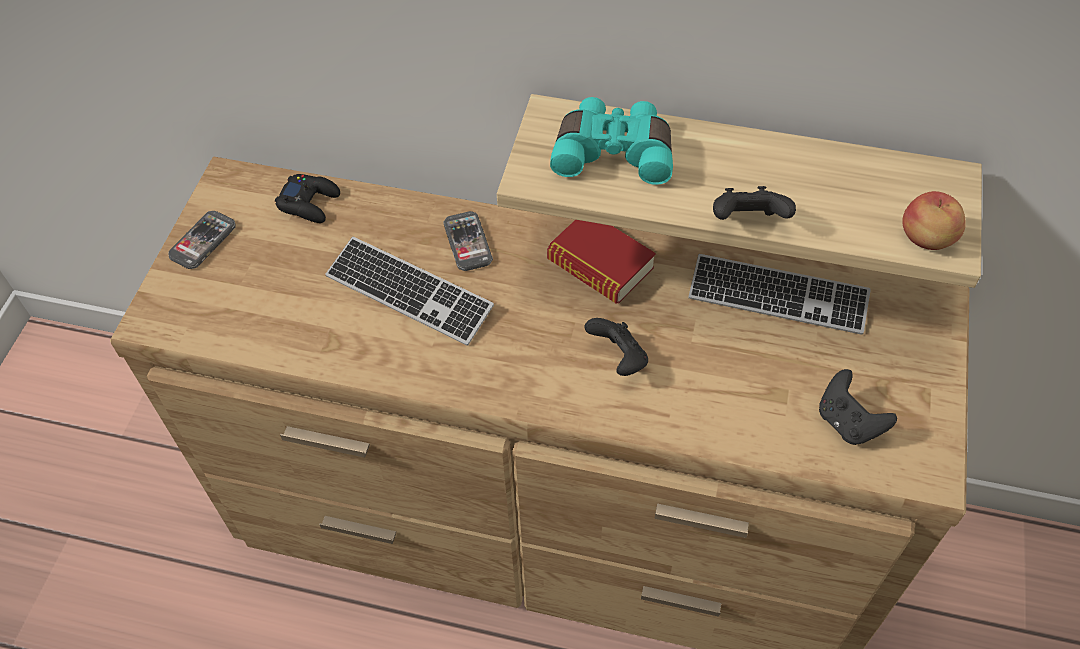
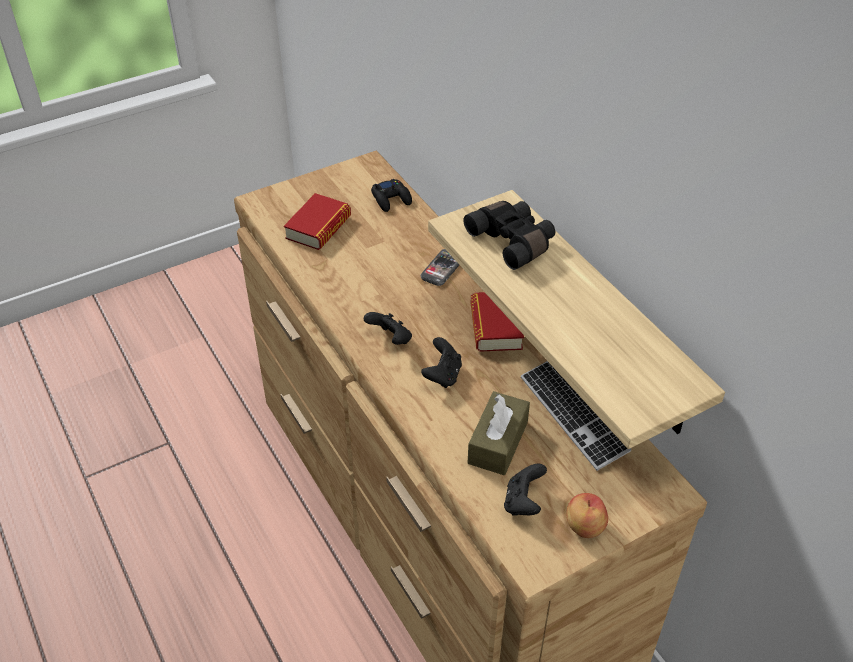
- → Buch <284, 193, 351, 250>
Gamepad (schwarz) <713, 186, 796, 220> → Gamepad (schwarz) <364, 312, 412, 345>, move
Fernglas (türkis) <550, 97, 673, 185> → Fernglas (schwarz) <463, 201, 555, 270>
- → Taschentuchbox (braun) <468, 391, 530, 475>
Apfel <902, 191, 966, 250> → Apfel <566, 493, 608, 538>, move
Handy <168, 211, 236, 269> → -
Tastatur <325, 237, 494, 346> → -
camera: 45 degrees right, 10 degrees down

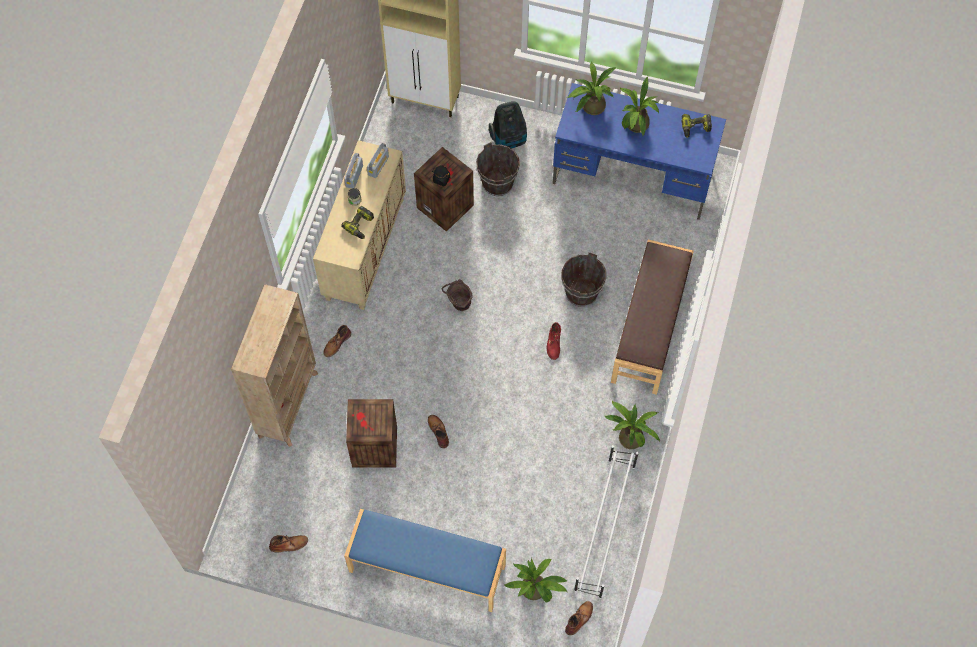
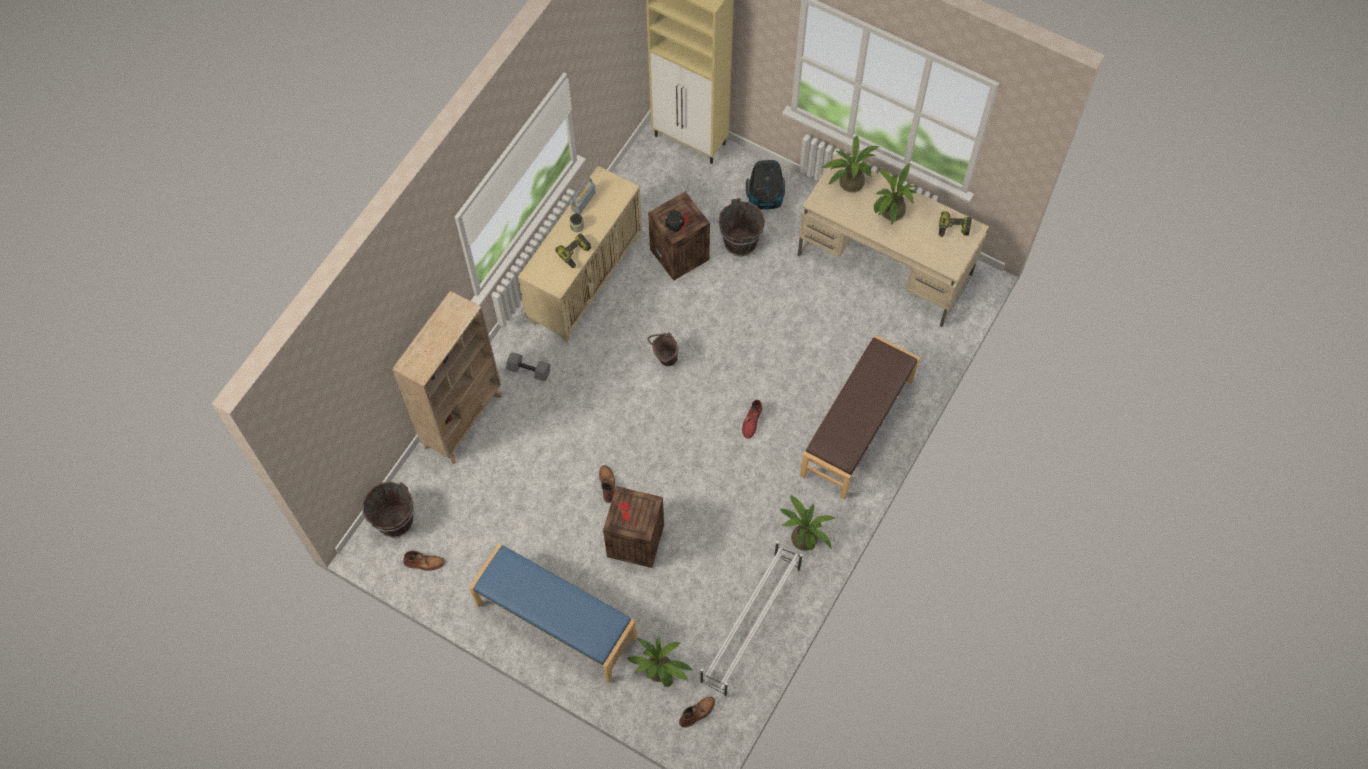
Eimer (braun) <561, 252, 606, 307> → Eimer (braun) <362, 482, 414, 538>, move
Stiefel (braun) <323, 325, 351, 357> → Hantel (grau) <506, 352, 550, 381>
Kiste <346, 399, 397, 468> → Kiste <603, 486, 664, 568>, move
Schreibtisch (blau) <553, 83, 726, 220> → Schreibtisch (beige) <798, 154, 989, 327>
Radio <367, 143, 389, 178> → -
camera: 15 degrees right, 0 degrees up

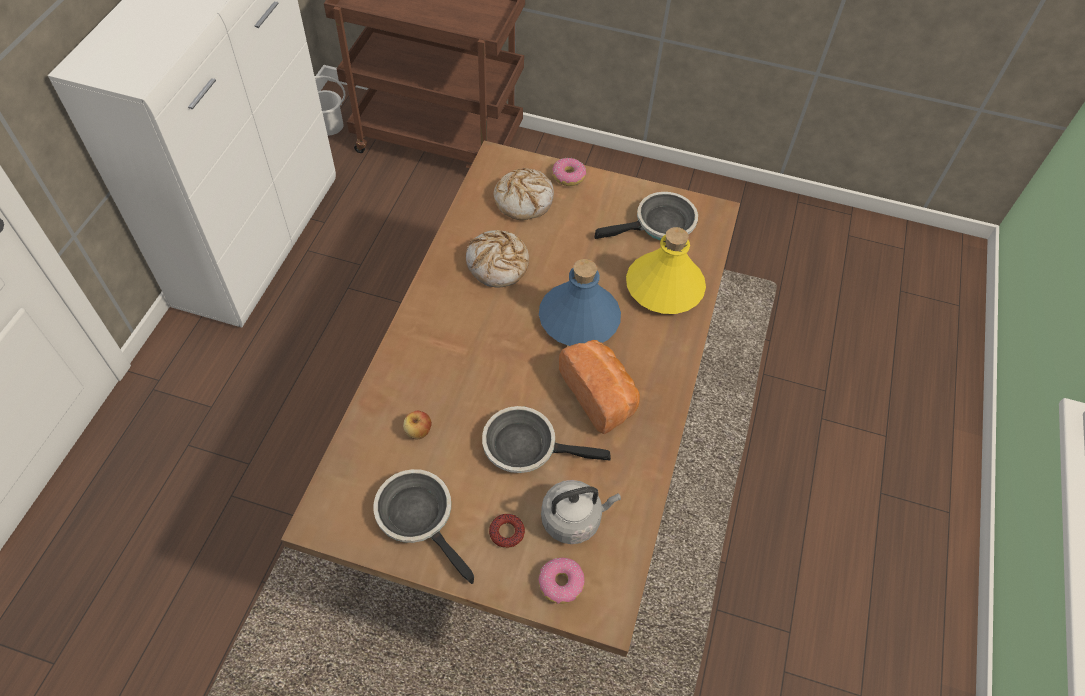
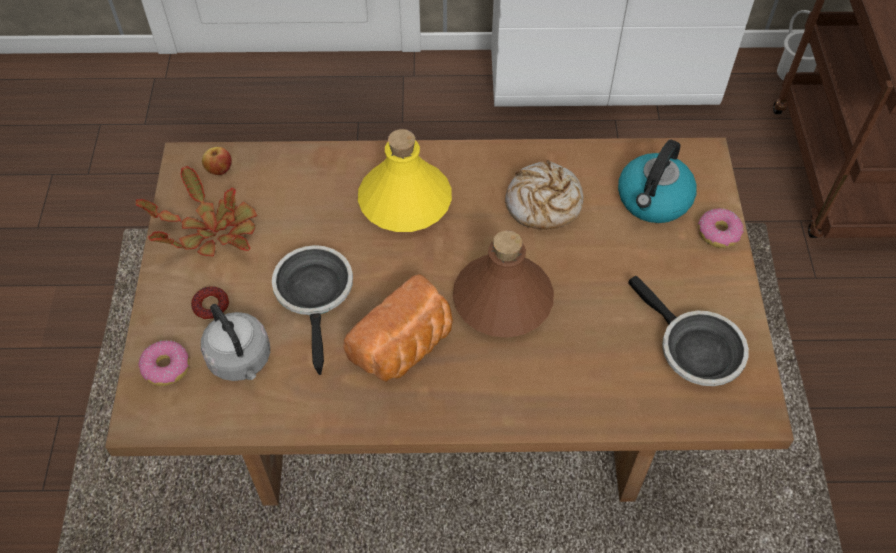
Pfanne <374, 469, 474, 584> → Topfpflanze <136, 166, 257, 257>
Apfel <403, 411, 432, 439> → Apfel <202, 147, 232, 175>, move
Flasche (gelb) <626, 227, 706, 314> → Flasche (gelb) <358, 129, 452, 232>, move
Flasche (blau) <539, 259, 621, 346> → Flasche (braun) <453, 231, 554, 338>
Brot <493, 168, 554, 220> → Wasserkessel <618, 139, 697, 223>
camera: 75 degrees right, 0 degrees up

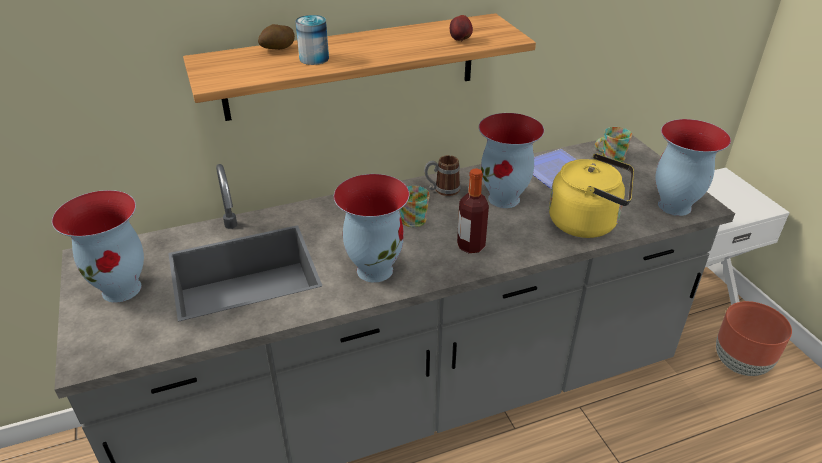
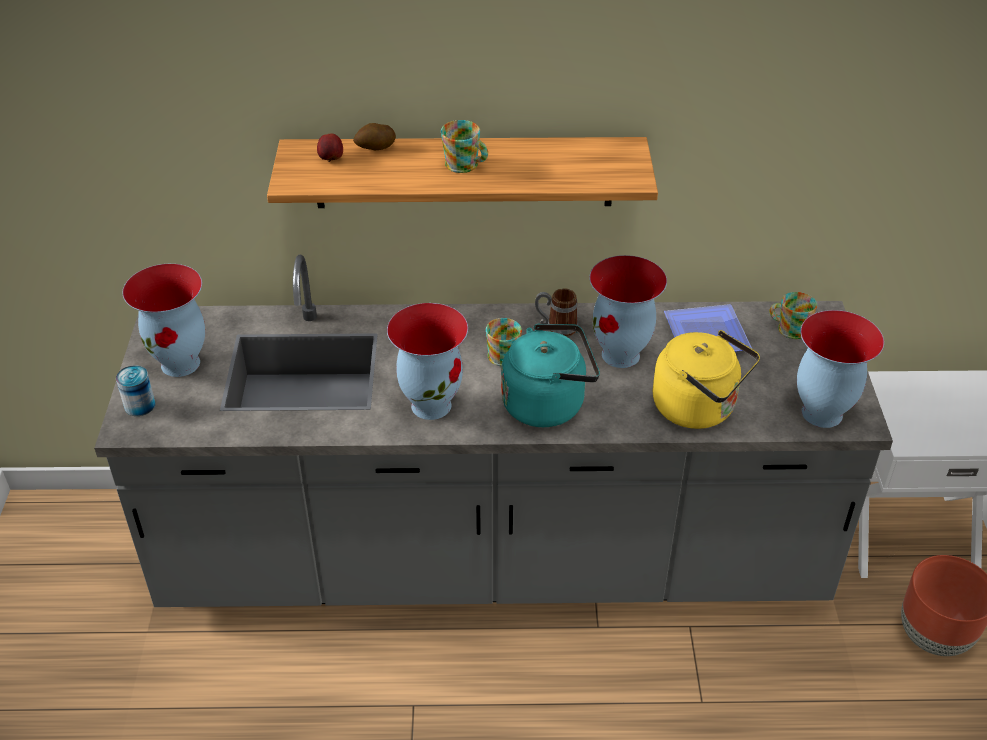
Dose <295, 15, 329, 65> → Dose <116, 365, 155, 416>, move
Apfel <450, 15, 473, 42> → Apfel <317, 134, 343, 162>, move
- → Henkelbecher <441, 120, 488, 173>
Flasche <457, 168, 489, 253> → Wasserkessel (türkis) <501, 324, 600, 427>
camera: 20 degrees right, 5 degrees up

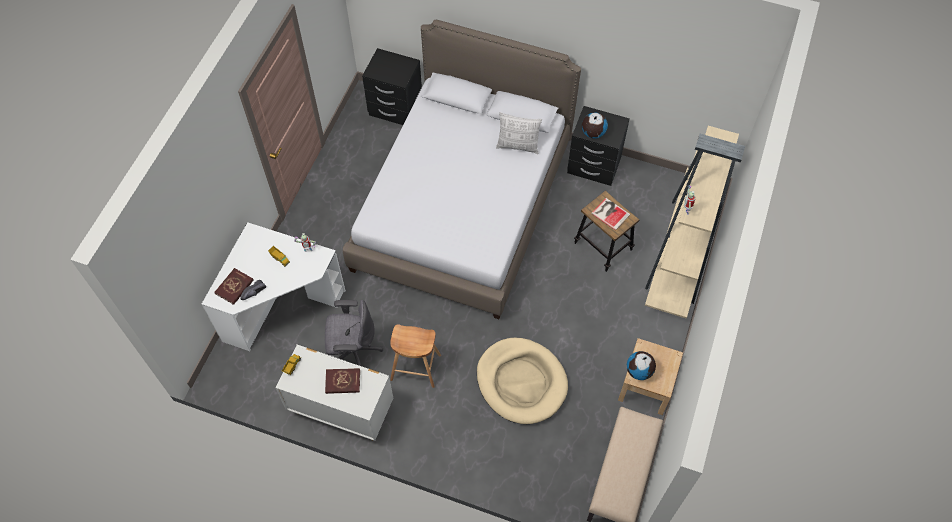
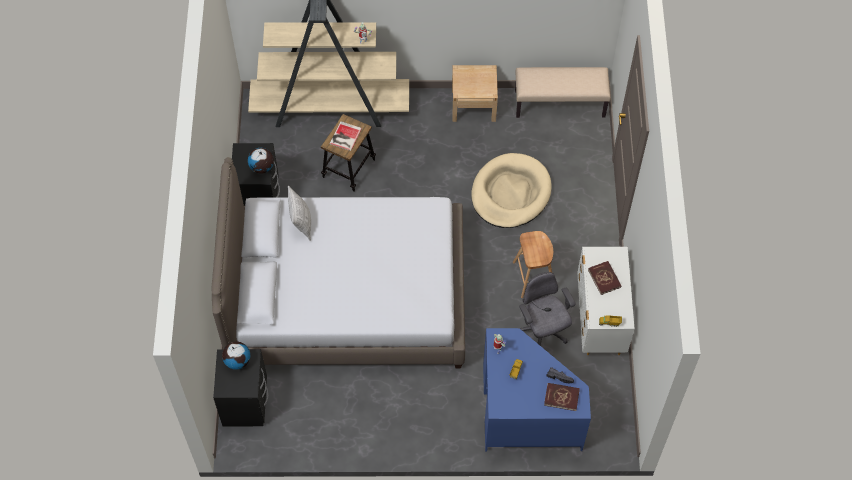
Globus <627, 351, 656, 380> → Globus <222, 342, 250, 370>, move
Schreibtisch (weiß) <202, 222, 346, 351> → Schreibtisch (blau) <483, 328, 591, 451>
camera: 110 degrees left, 0 degrees up

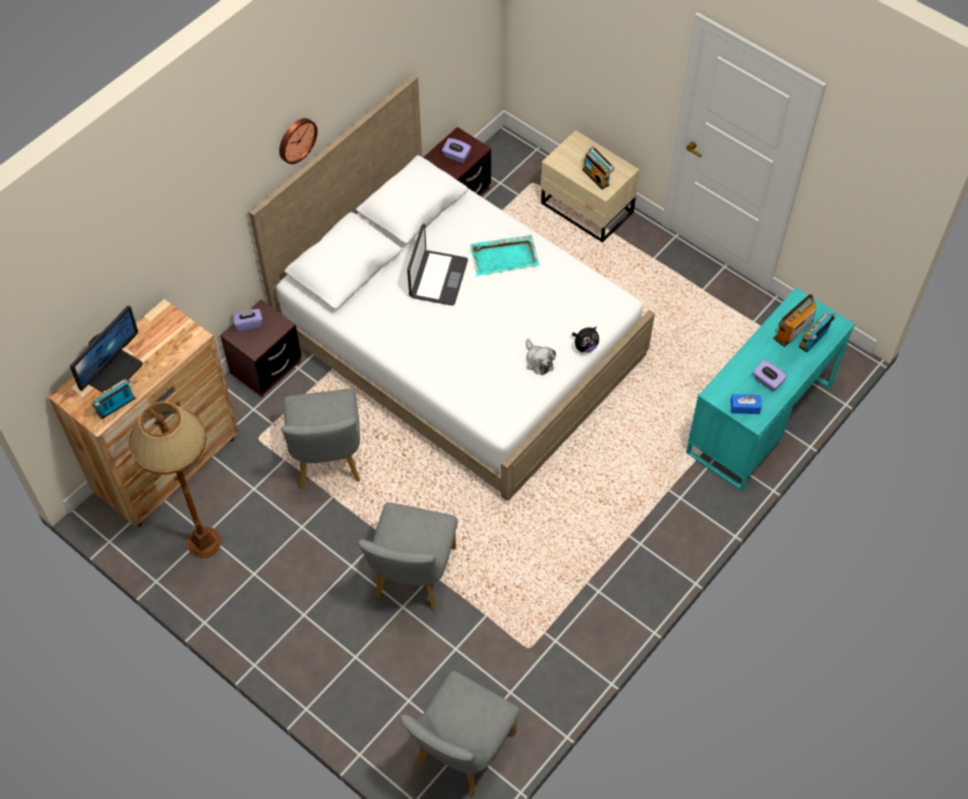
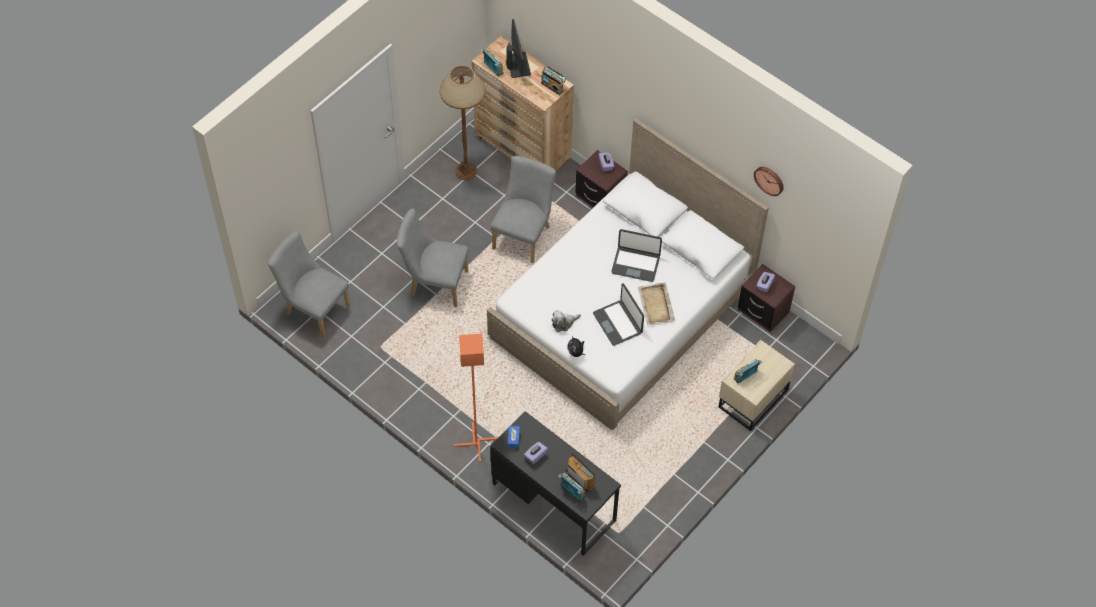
- → Stehlampe (orange) <454, 334, 498, 462>
Stuhl (grau) <281, 389, 360, 489> → Stuhl (grau) <490, 156, 556, 263>, 120 degrees clockwise
Schreibtisch (türkis) <686, 288, 855, 491> → Schreibtisch (schwarz) <490, 411, 621, 556>
Monitor <70, 306, 143, 392> → Monitor <506, 19, 531, 78>, 135 degrees counterclockwise
- → Radio <541, 65, 566, 95>
- → Laptop <593, 283, 644, 346>
Tablett (türkis) <470, 235, 540, 276> → Tablett (beige) <637, 282, 675, 325>
Wanduhr <279, 118, 318, 164> → Wanduhr <754, 167, 784, 196>, move
camera: 90 degrees right, 0 degrees up

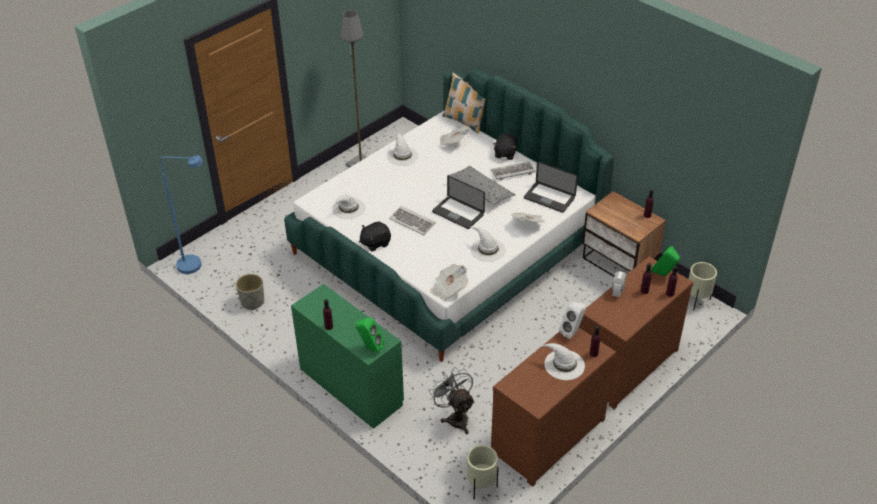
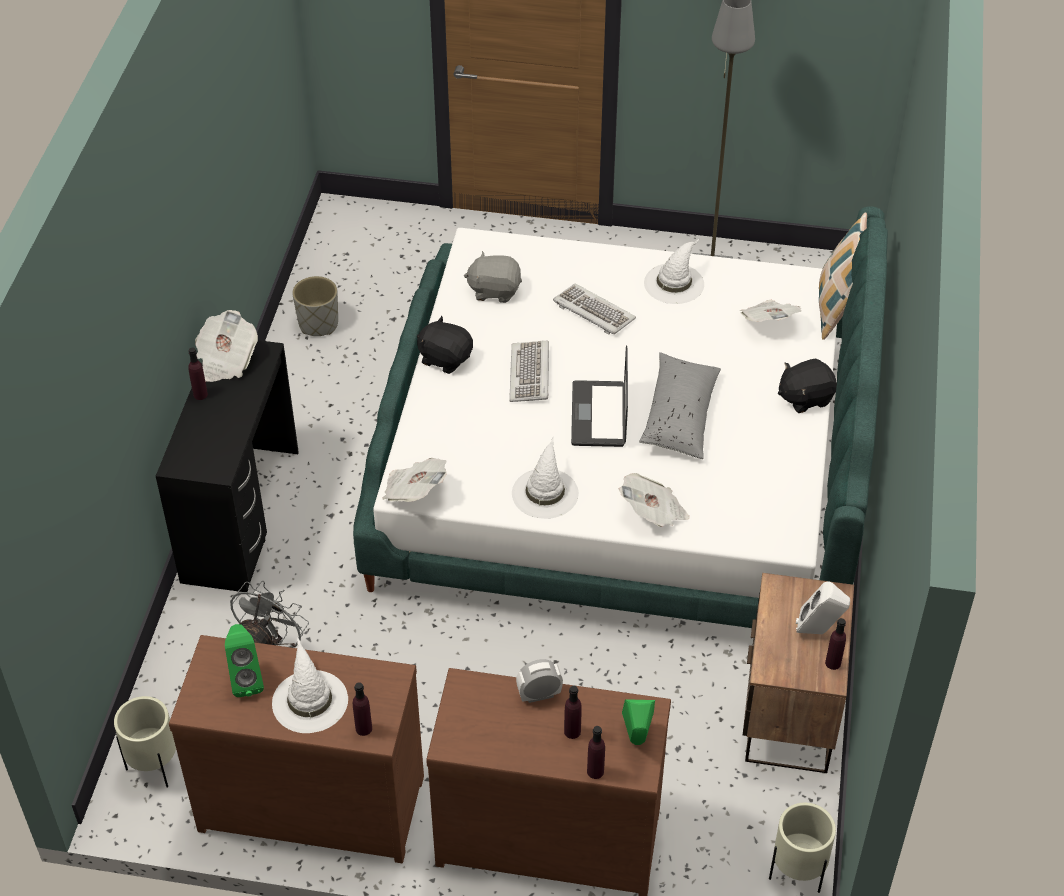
Schreibtisch (grün) <291, 284, 404, 429> → Schreibtisch (schwarz) <156, 340, 299, 592>
- → Zeitung <195, 310, 258, 382>
Lautsprecher (grün) <356, 317, 384, 353> → Lautsprecher (grün) <225, 624, 264, 697>, move
Hut (weiß) <331, 194, 366, 219> → Plüschtier (grau) <464, 251, 522, 303>
Tastatur <491, 162, 536, 181> → Tastatur <553, 283, 636, 335>, move
Lautsprecher (weiß) <559, 302, 586, 339> → Lautsprecher (weiß) <796, 581, 850, 634>, move
Stehlampe (blau) <160, 155, 203, 274> → -
Laptop <524, 161, 578, 213> → -
camera: 55 degrees right, 5 degrees up

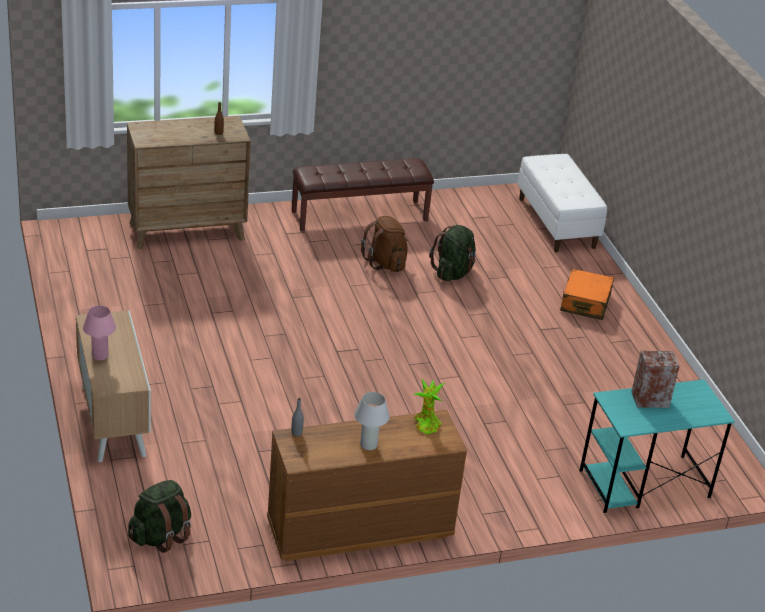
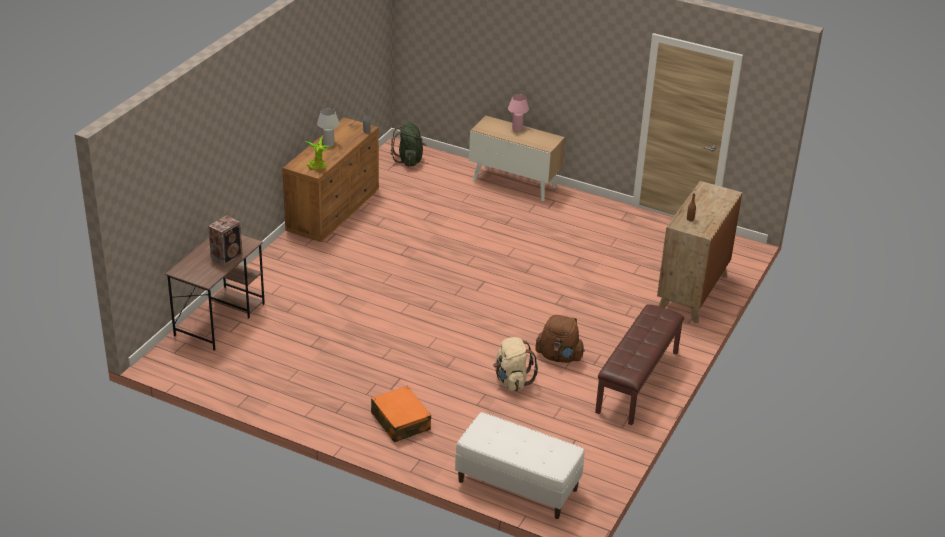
Schreibtisch (türkis) <579, 379, 735, 513> → Schreibtisch (braun) <165, 235, 265, 351>
Rucksack (grün) <429, 225, 476, 281> → Rucksack (beige) <493, 337, 538, 391>
camera: 135 degrees right, 0 degrees up

